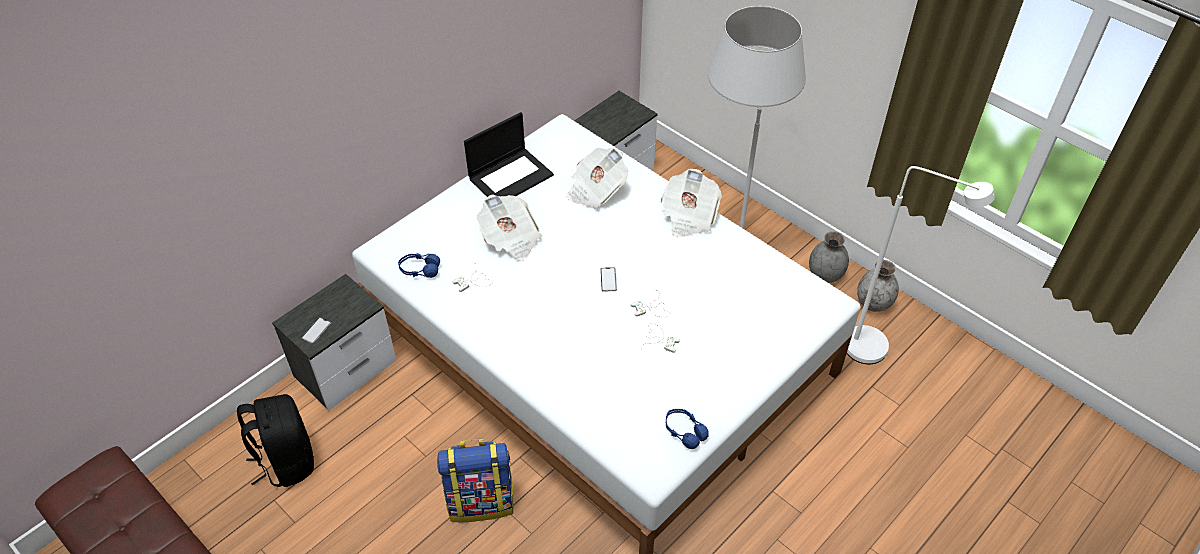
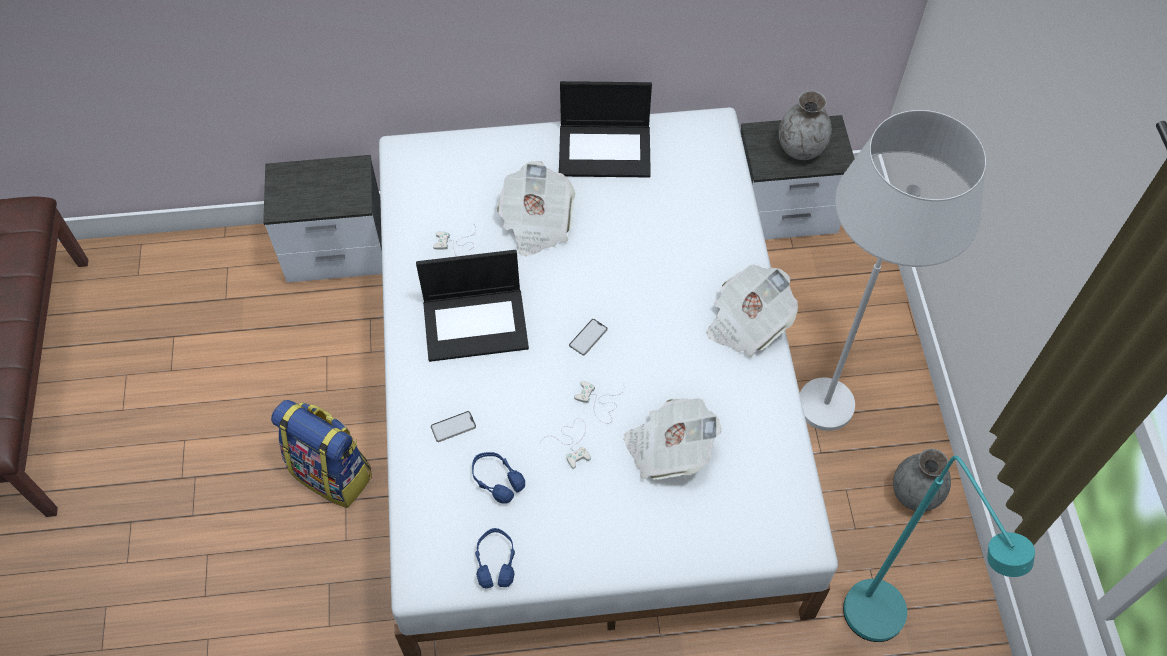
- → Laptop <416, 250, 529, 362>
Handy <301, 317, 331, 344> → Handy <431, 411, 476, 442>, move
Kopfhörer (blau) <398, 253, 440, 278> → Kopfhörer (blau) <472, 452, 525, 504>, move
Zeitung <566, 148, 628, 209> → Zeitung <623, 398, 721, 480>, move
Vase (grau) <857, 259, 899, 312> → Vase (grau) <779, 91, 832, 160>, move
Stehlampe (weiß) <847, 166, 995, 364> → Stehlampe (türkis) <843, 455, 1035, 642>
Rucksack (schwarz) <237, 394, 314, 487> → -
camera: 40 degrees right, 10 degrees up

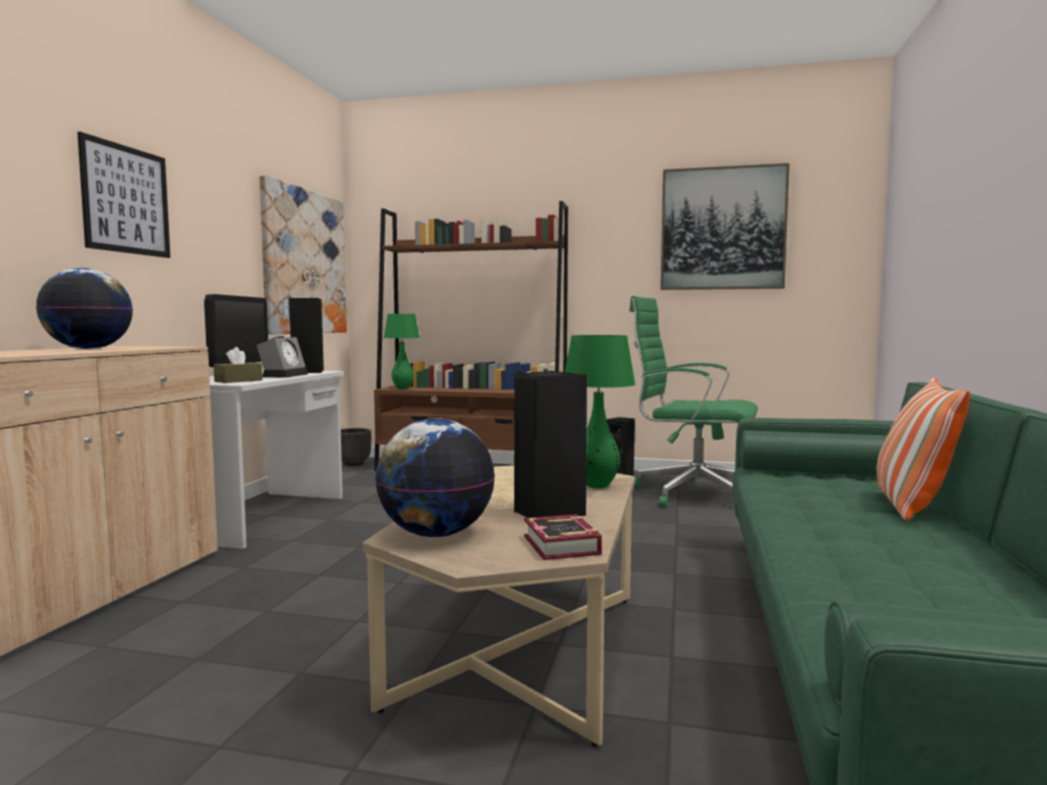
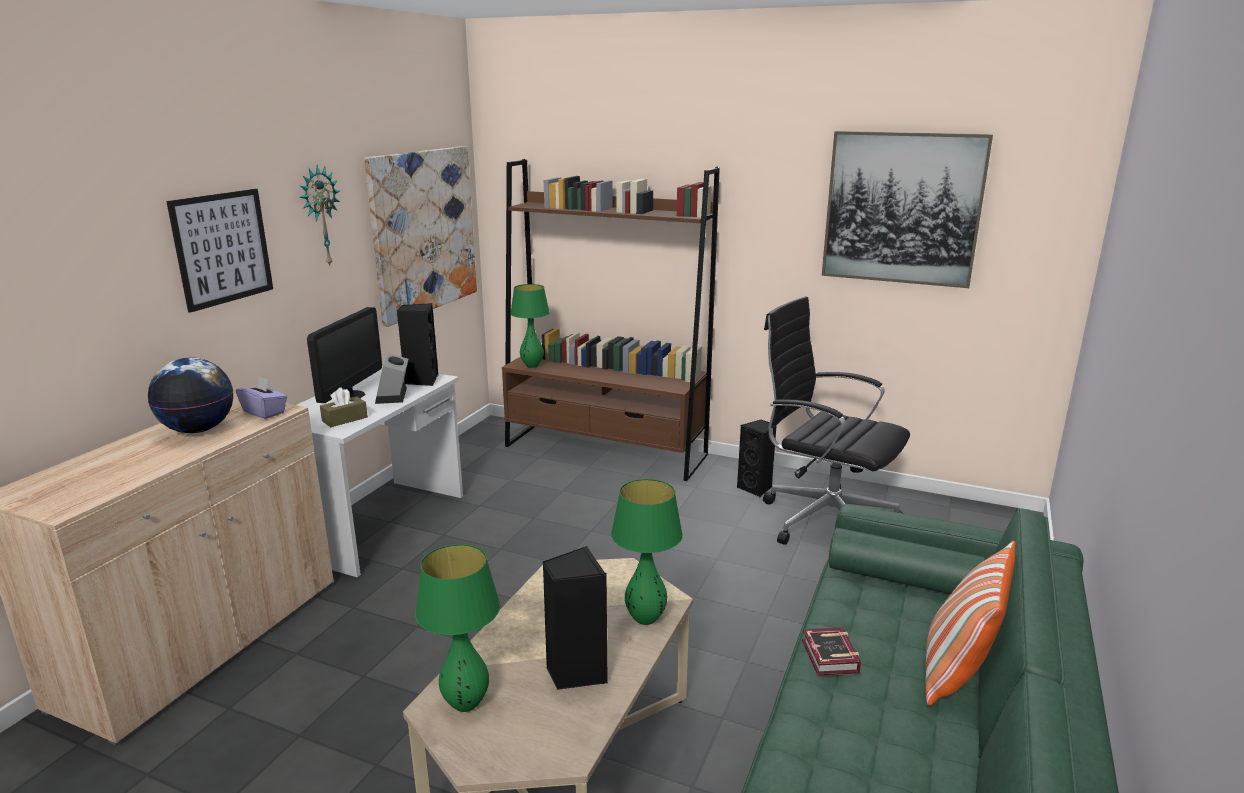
- → Taschentuchbox (lila) <236, 377, 287, 419>
- → Wanduhr <300, 165, 340, 266>
Wecker <257, 336, 308, 378> → Wecker <375, 353, 408, 404>, 150 degrees clockwise
Globus <375, 418, 495, 537> → Tischlampe (grün) <415, 544, 500, 712>
Bürostuhl (grün) <629, 296, 758, 508> → Bürostuhl (schwarz) <763, 296, 910, 545>
Buch <524, 514, 602, 560> → Buch <802, 627, 861, 676>, move
Pflanzkübel (schwarz) <341, 428, 371, 466> → -
camera: 10 degrees right, 15 degrees up

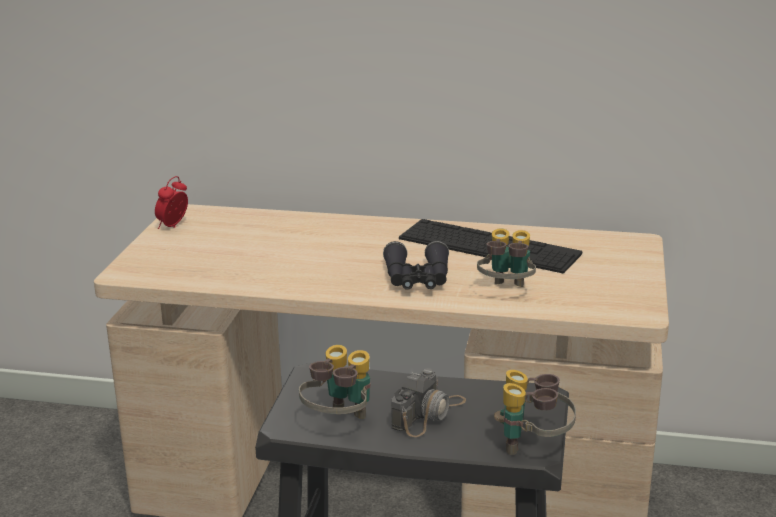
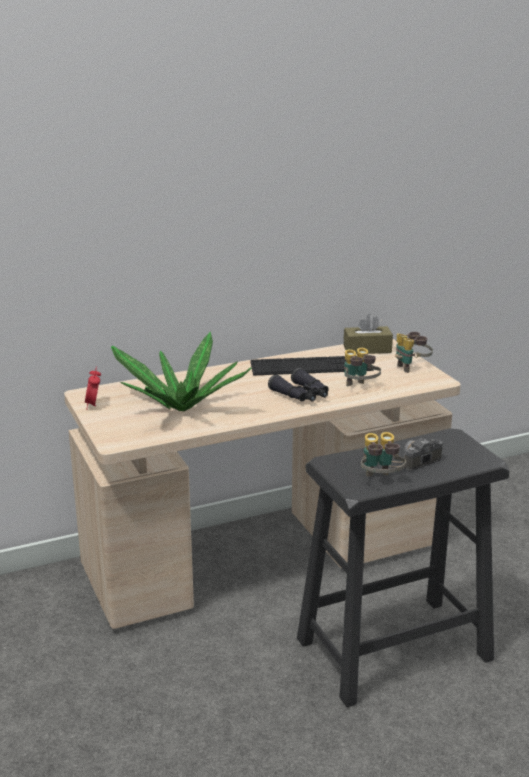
- → Topfpflanze <111, 332, 252, 411>
- → Taschentuchbox (braun) <344, 314, 393, 354>
Kamera <391, 368, 466, 437> → Kamera <388, 438, 443, 471>, 120 degrees counterclockwise
Fernglas <494, 370, 576, 455> → Fernglas <395, 332, 433, 373>, move
camera: 35 degrees left, 0 degrees up

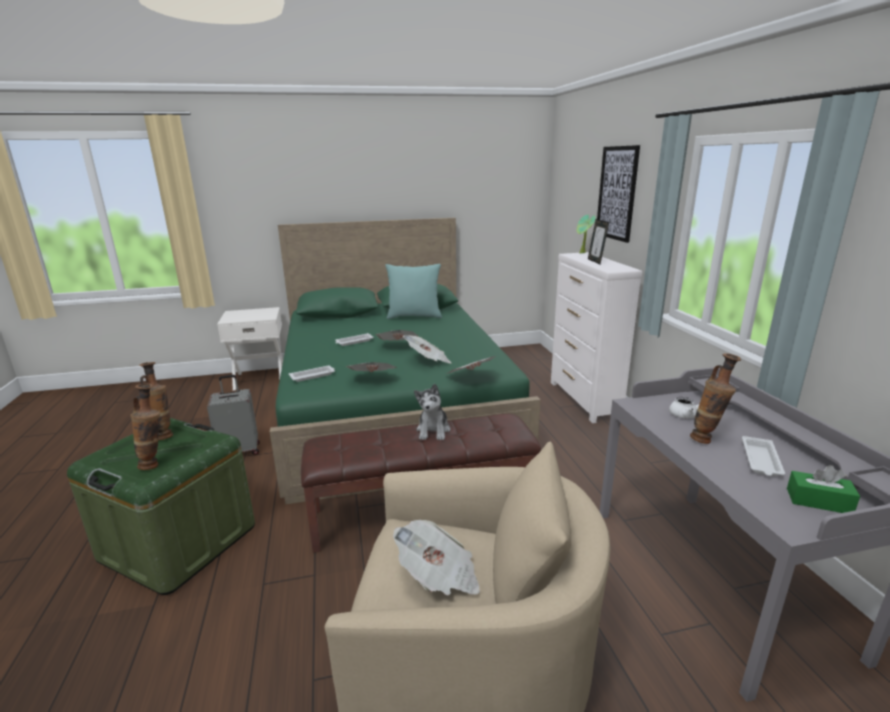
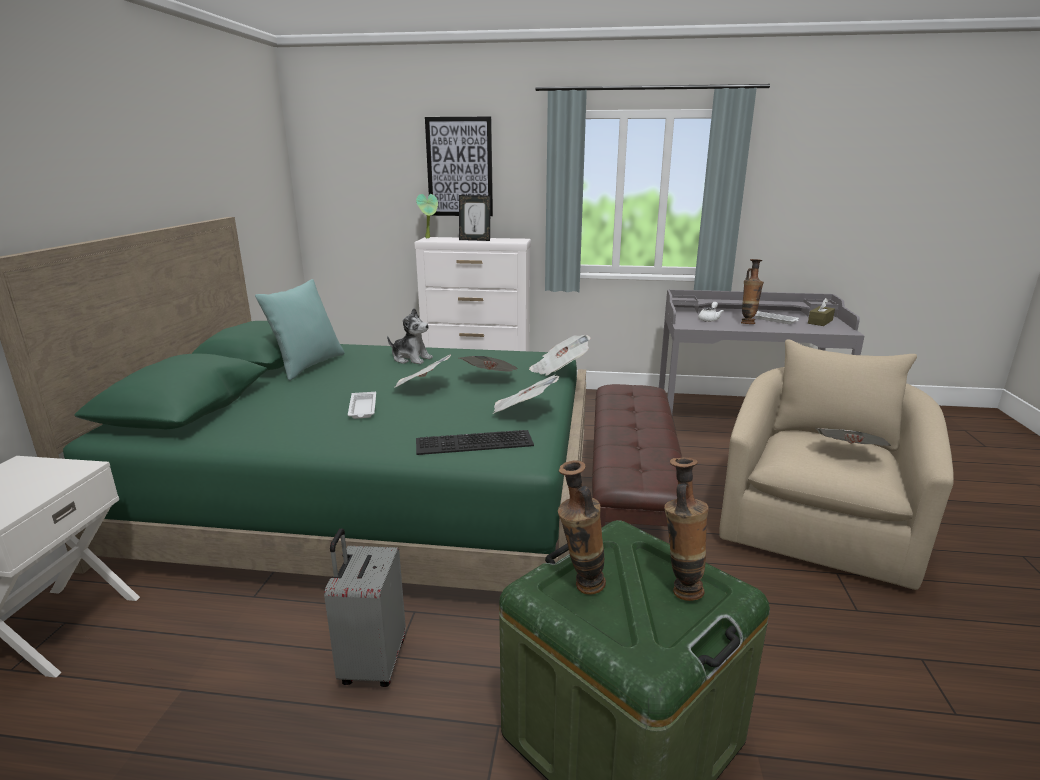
Plüschtier <414, 384, 451, 440> → Plüschtier <387, 308, 433, 364>, move
Tablett (weiß) <289, 365, 335, 382> → Tastatur <416, 430, 534, 455>
Taschentuchbox (grün) <787, 465, 860, 513> → Taschentuchbox (braun) <808, 298, 835, 326>
camera: 70 degrees left, 0 degrees up

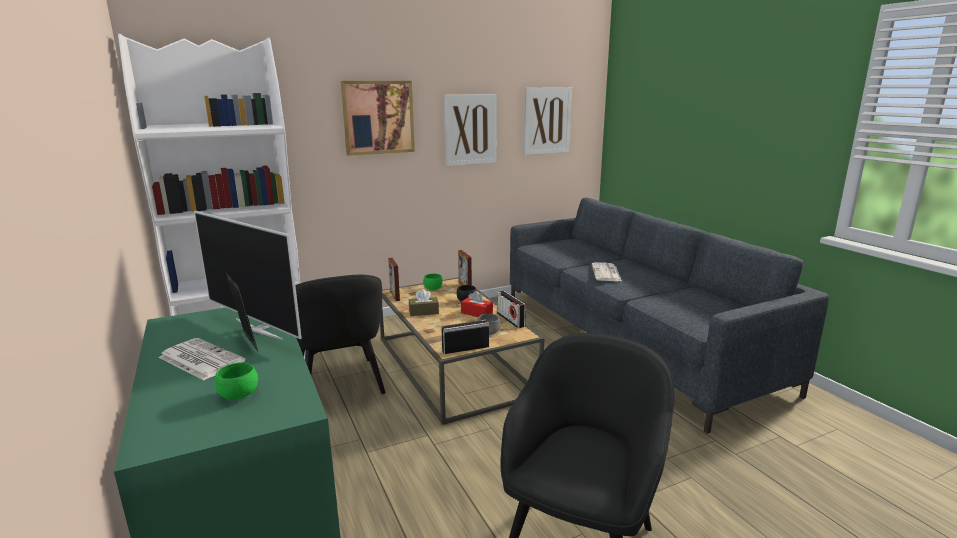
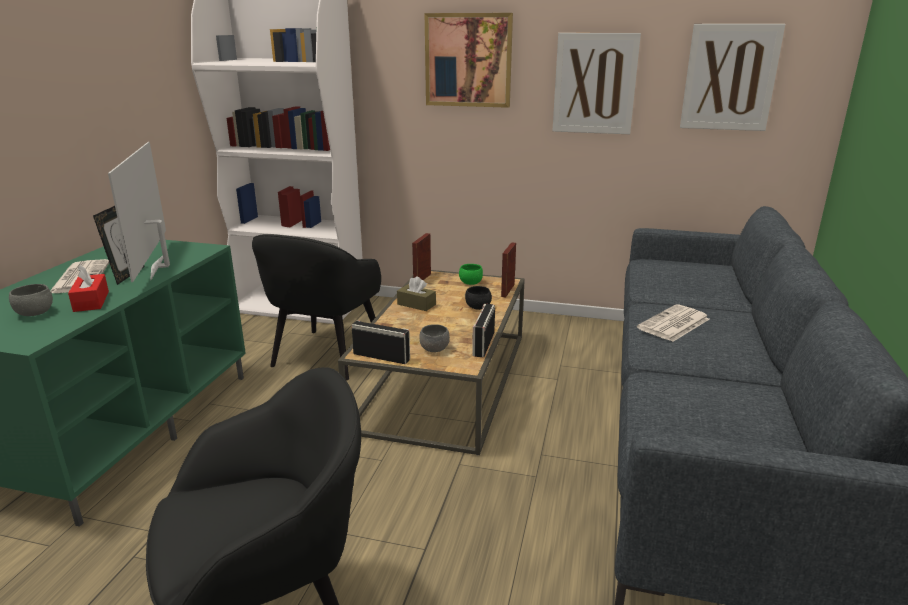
Schüssel (grün) <215, 362, 258, 400> → Schüssel (grau) <9, 284, 53, 316>
Taschentuchbox (rot) <461, 291, 493, 317> → Taschentuchbox (rot) <68, 264, 109, 312>, move
camera: 40 degrees right, 5 degrees up

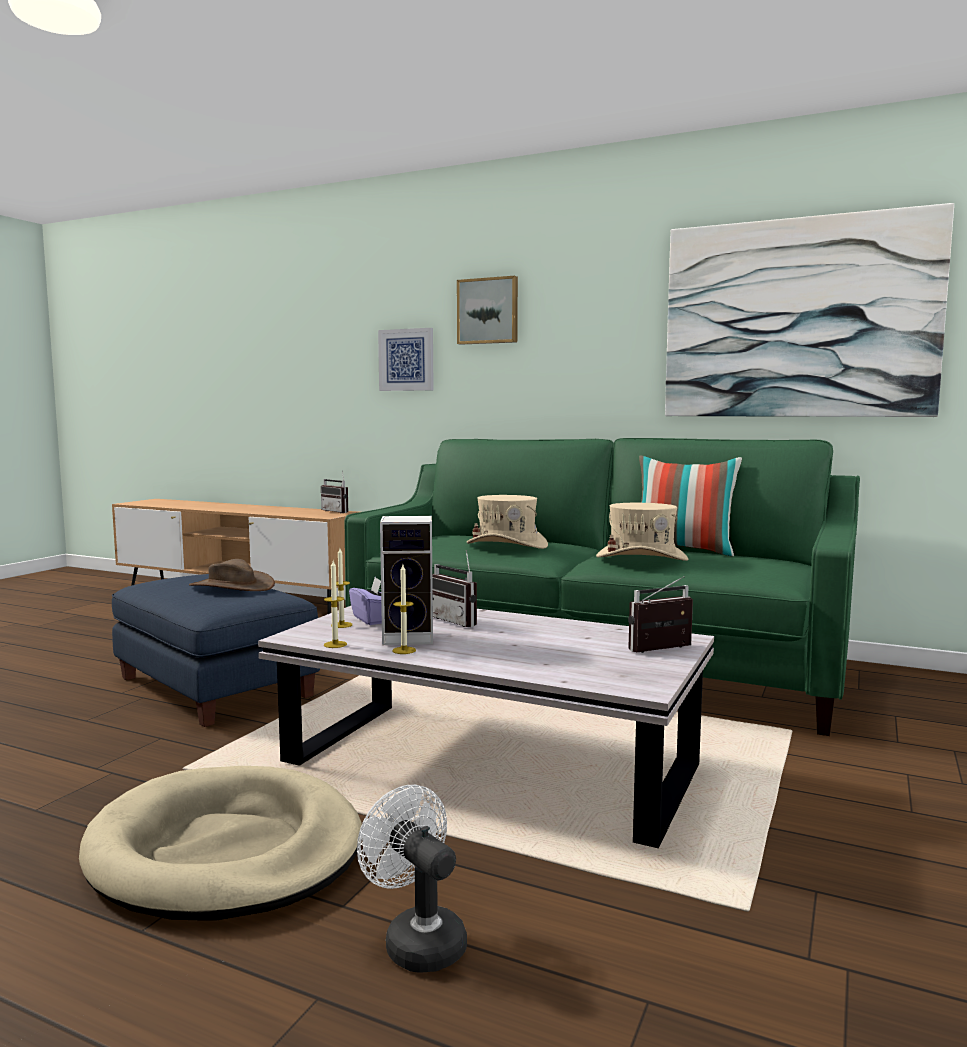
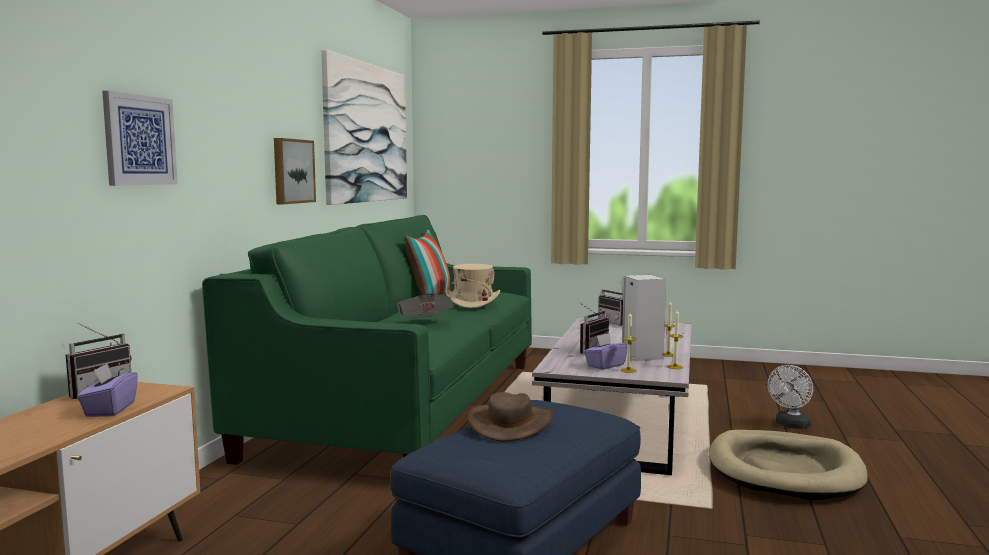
- → Taschentuchbox (lila) <77, 363, 138, 417>
Bild <457, 276, 518, 345> → Bild <274, 138, 316, 204>, move
Hut (beige) <467, 495, 548, 549> → Zeitung <396, 293, 455, 318>
camera: 100 degrees left, 0 degrees up

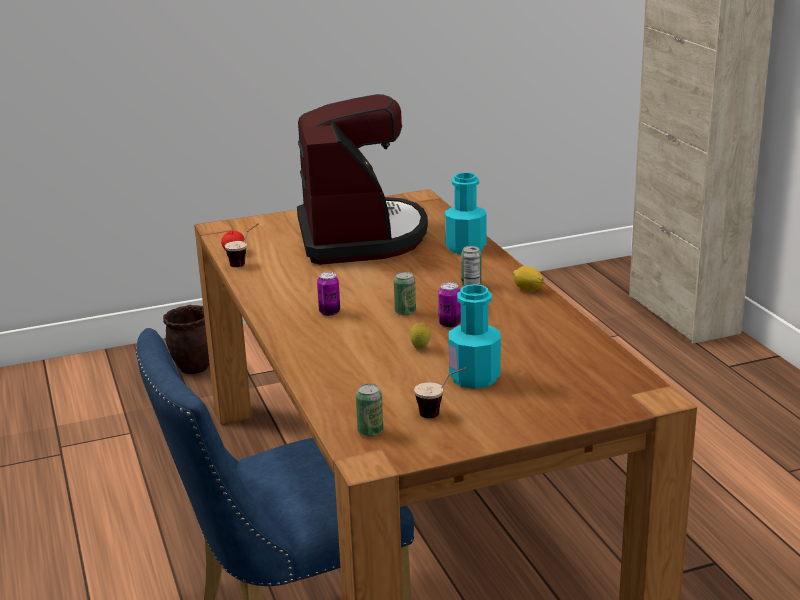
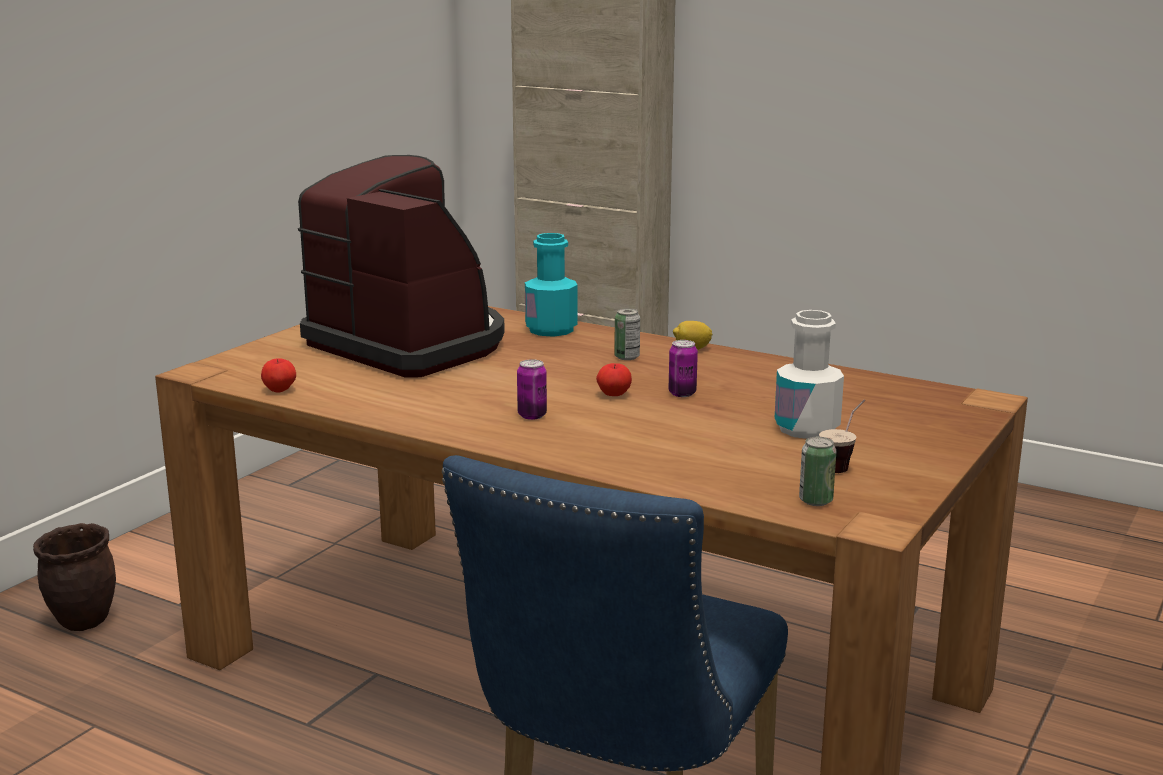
Dose <394, 272, 416, 315> → Apfel <596, 363, 632, 396>
Flasche (türkis) <449, 284, 501, 389> → Flasche (weiß) <775, 310, 844, 439>
Tasse <225, 223, 259, 267> → -
Zitrone <410, 322, 431, 349> → -
camera: 40 degrees left, 5 degrees down

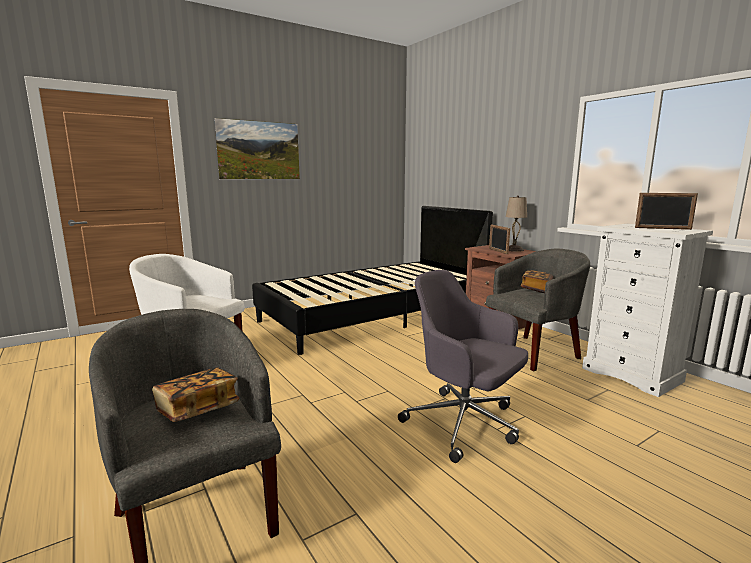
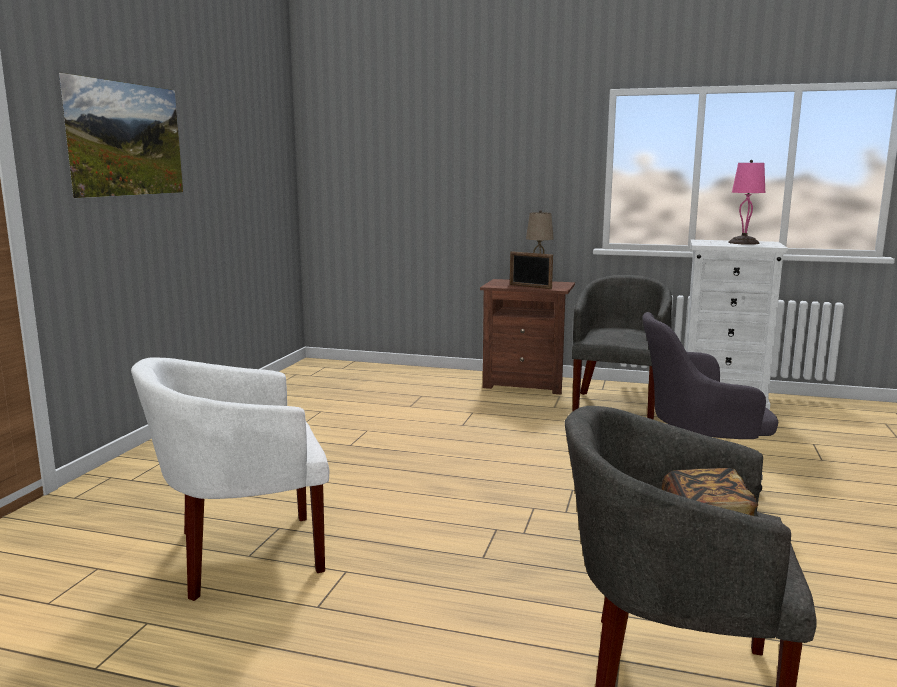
Bilderrahmen <635, 193, 698, 230> → Tischlampe (rosa) <728, 160, 765, 245>
Bett (schwarz) <252, 206, 493, 355> → -
Buch <521, 270, 553, 293> → -
camera: 40 degrees left, 0 degrees up

